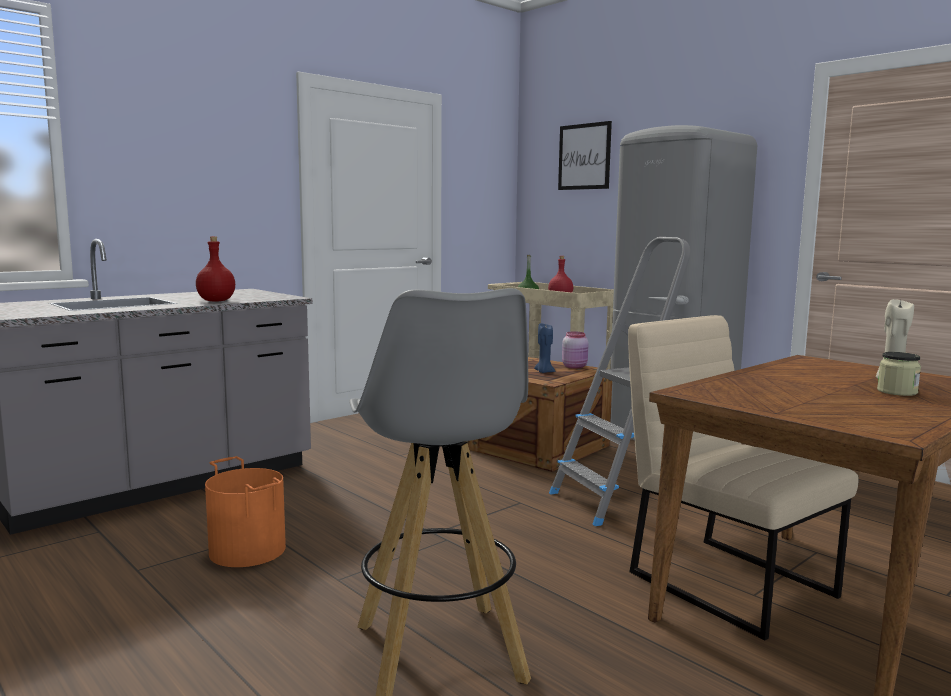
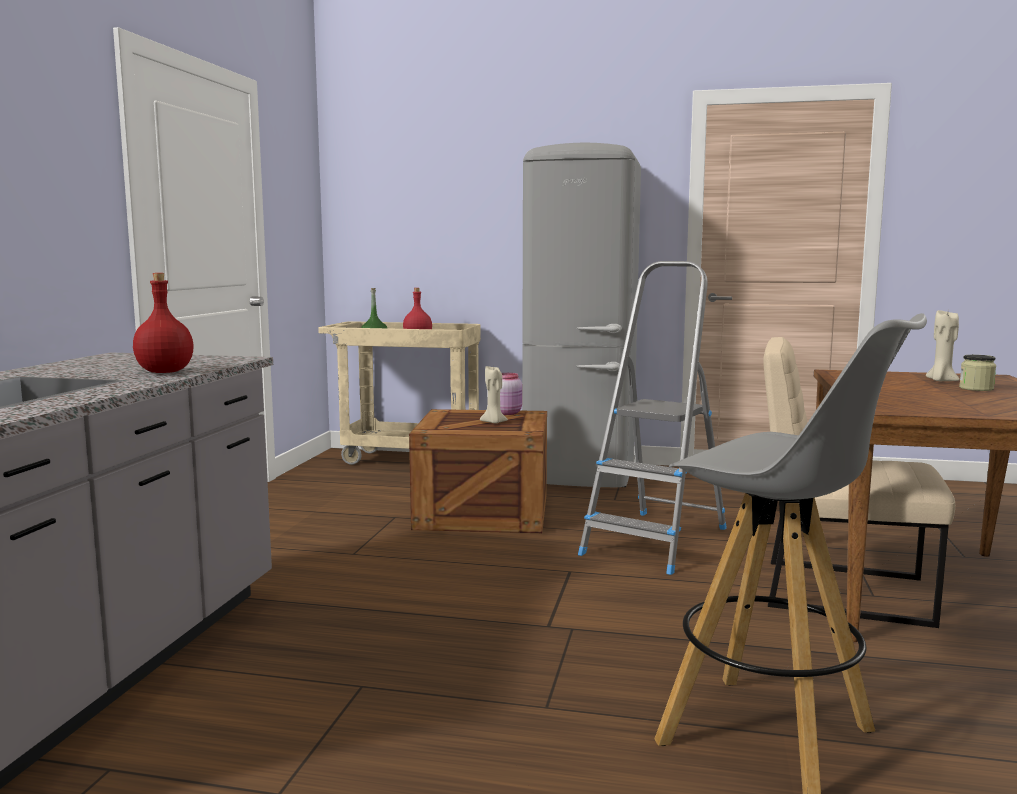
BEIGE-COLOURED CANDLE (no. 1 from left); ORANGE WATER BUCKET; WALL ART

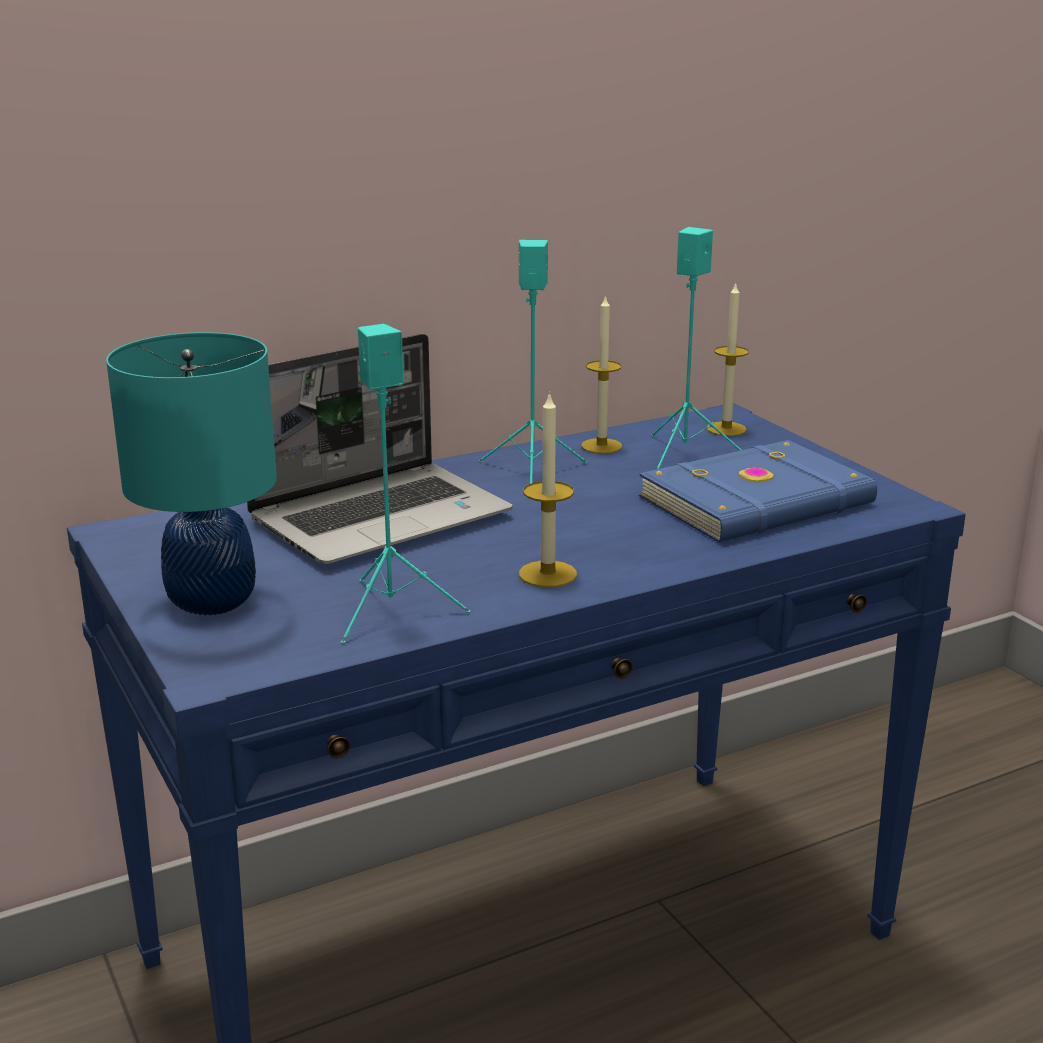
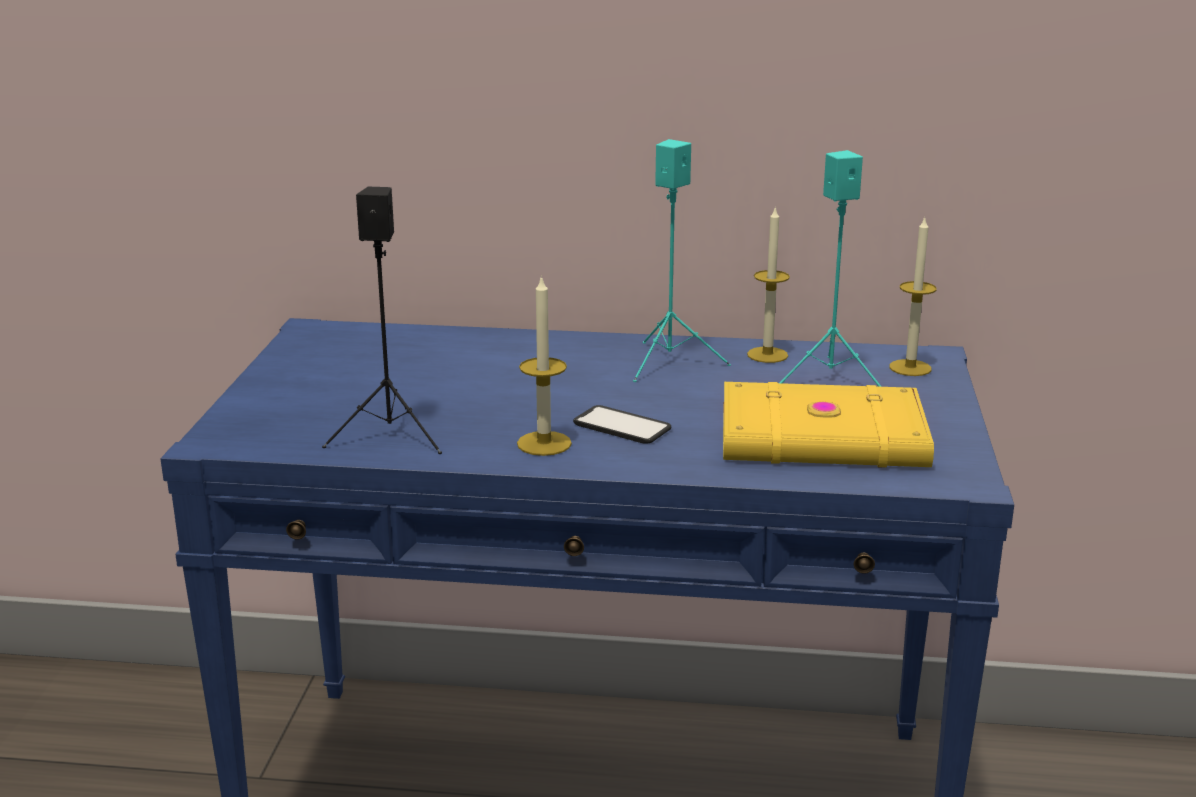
BLACK SPEAKER; PHONE; YELLOW VOLUME; TURQUOISE TABLETOP LAMP; NOTEBOOK COMPUTER

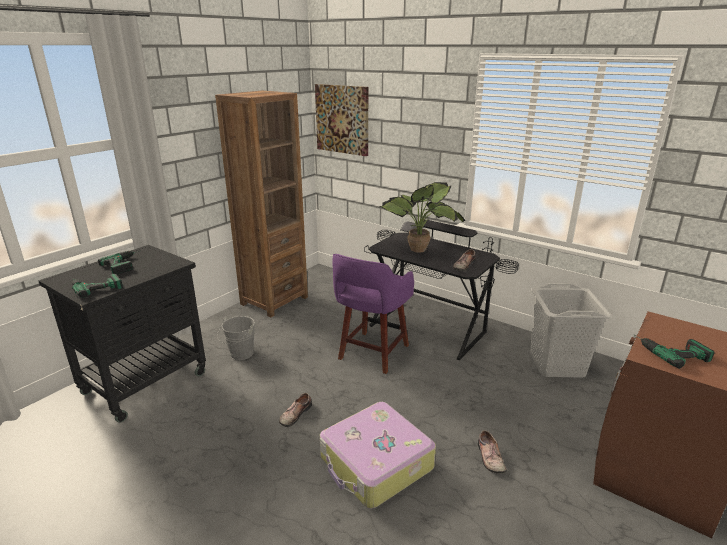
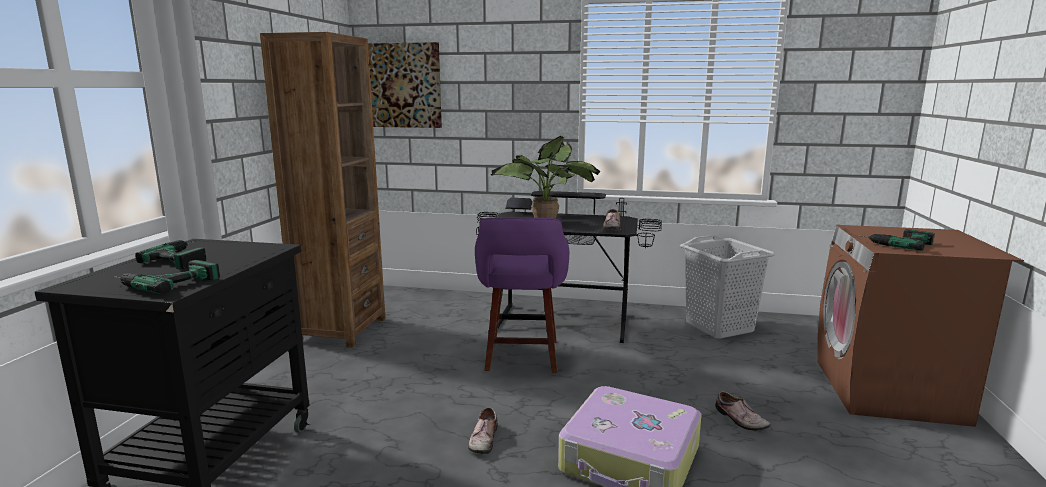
GREY WATER BUCKET

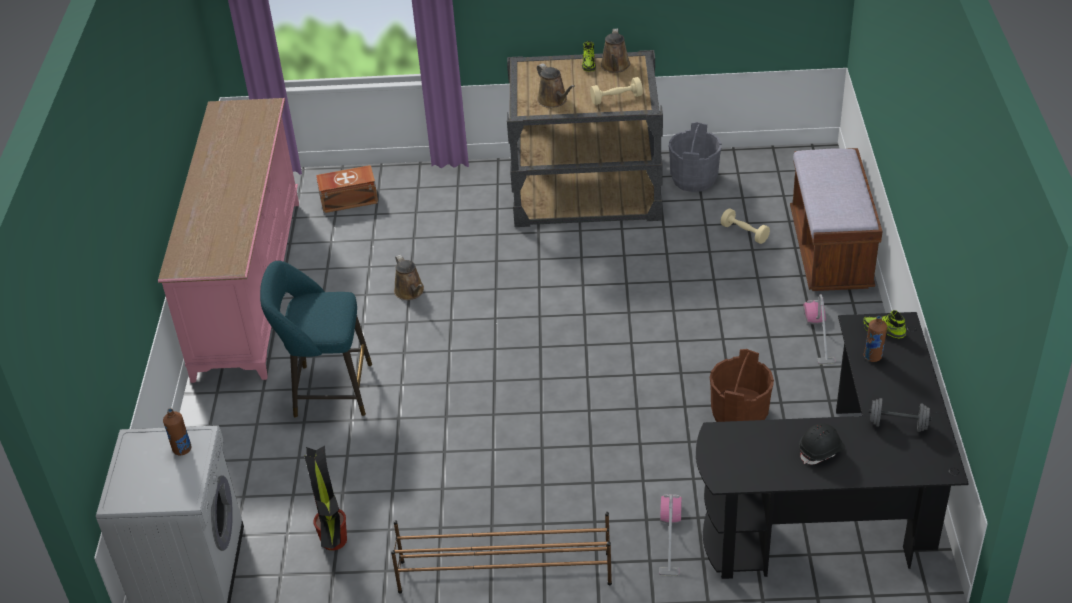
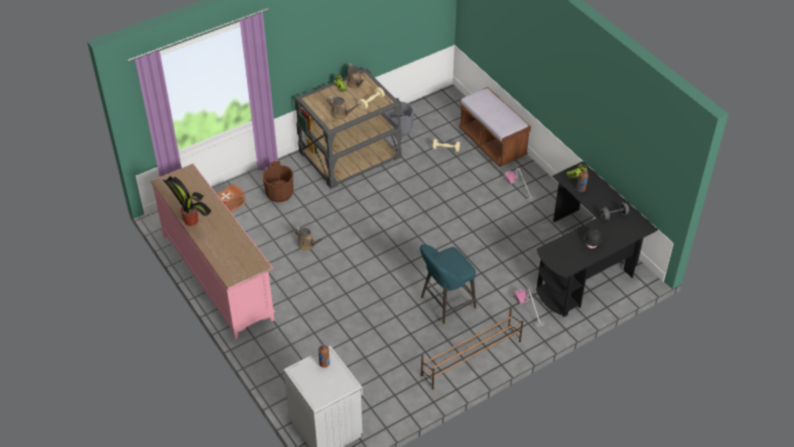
POTTED PLANT; BROWN WATER BUCKET; TURQUOISE STOOL

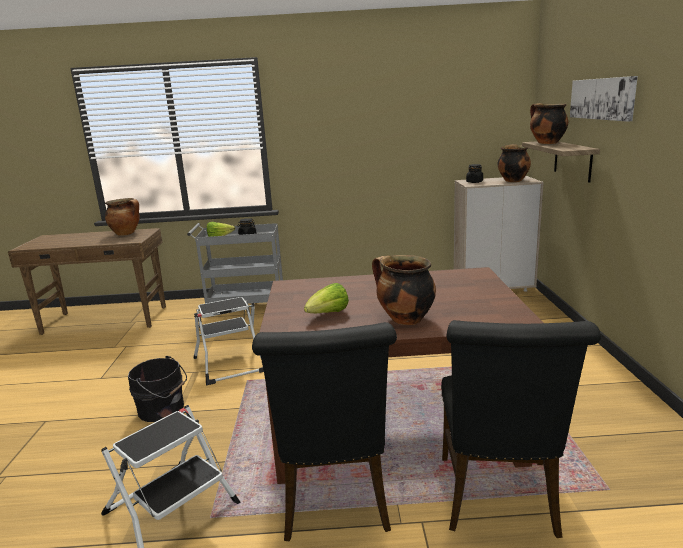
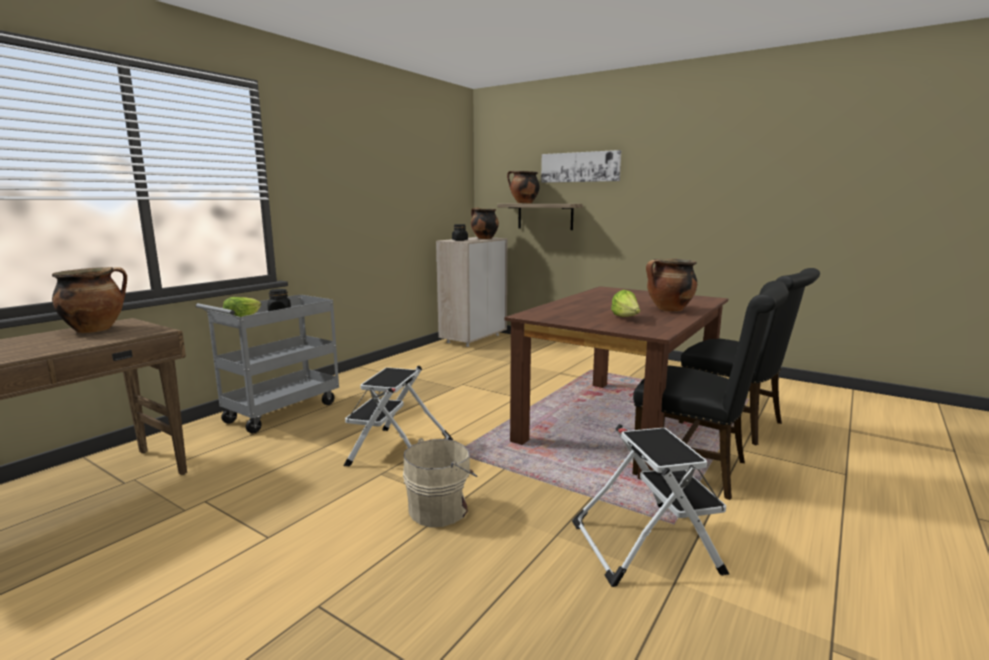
BEIGE-COLOURED WATER BUCKET

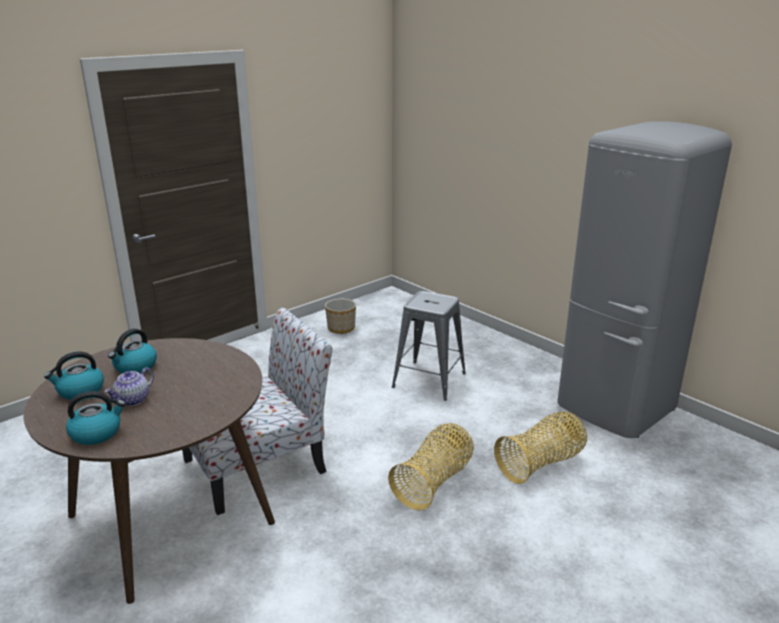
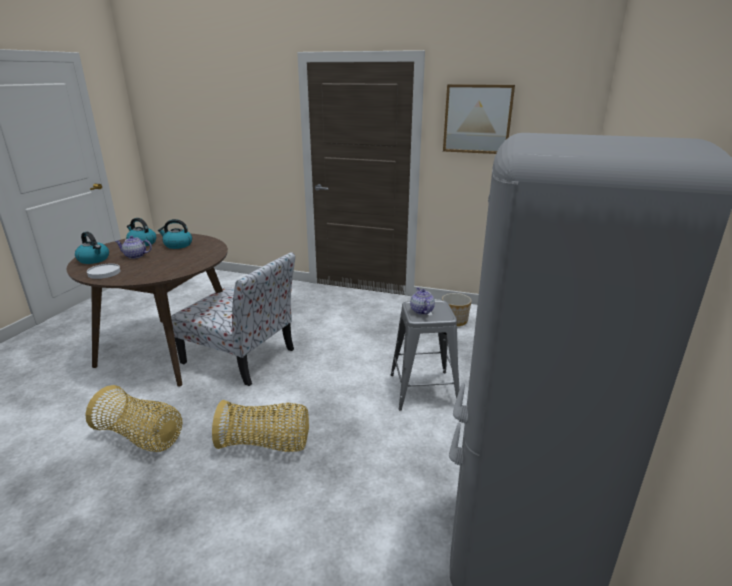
STORAGE BASKET (no. 1 from left); WHITISH FLAT DISH; TEAPOT (no. 2 from left); WALL ART

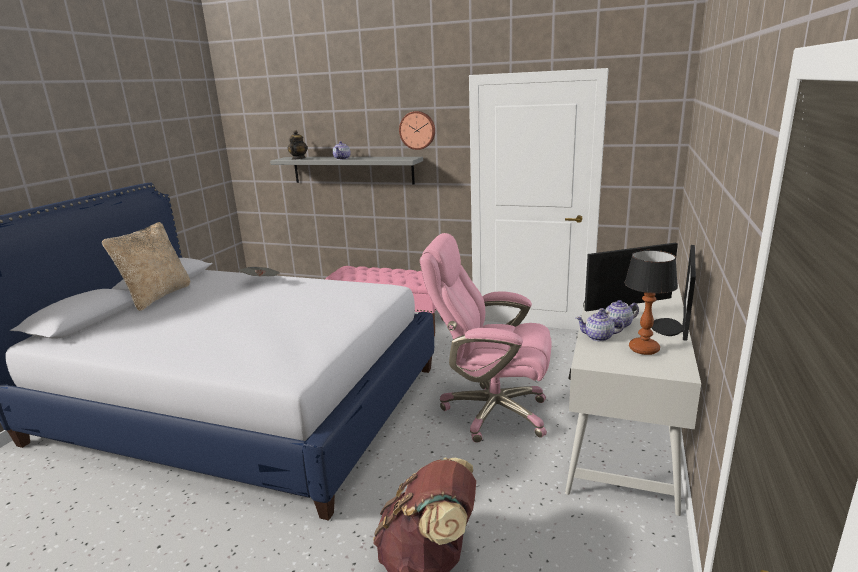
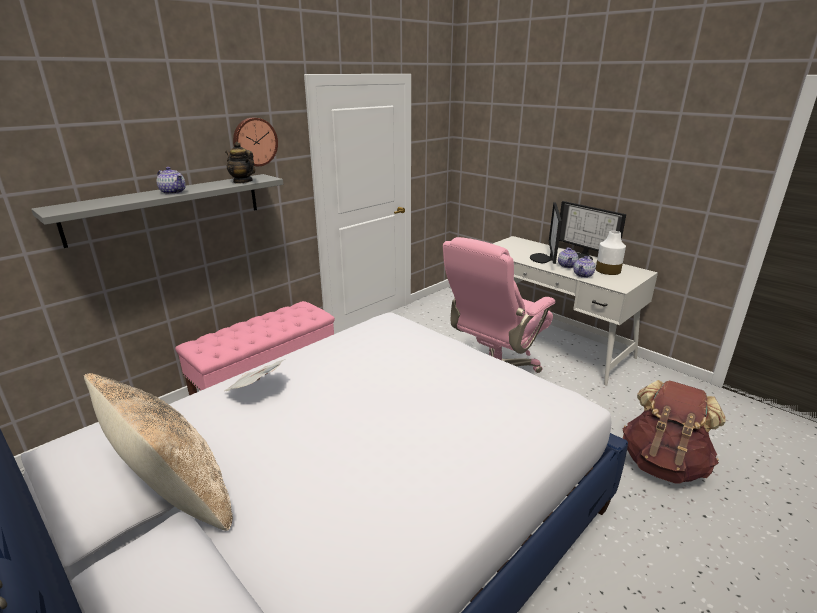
TEAPOT (no. 2 from left); WHITISH DECORATIVE VASE

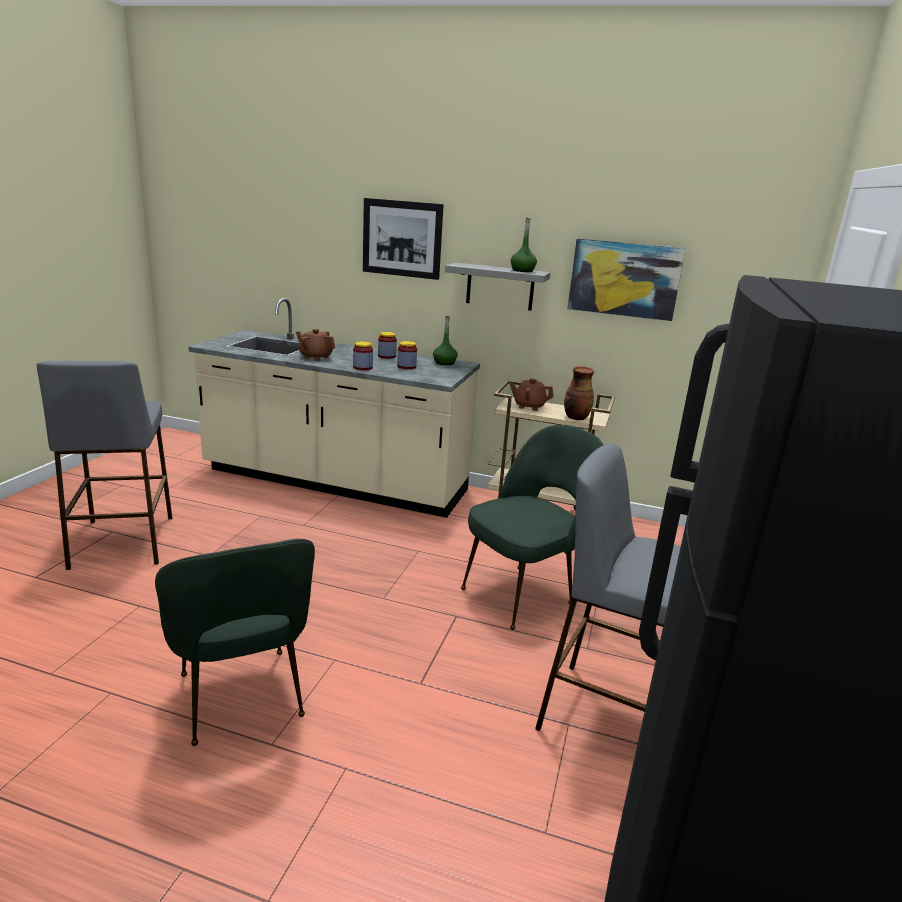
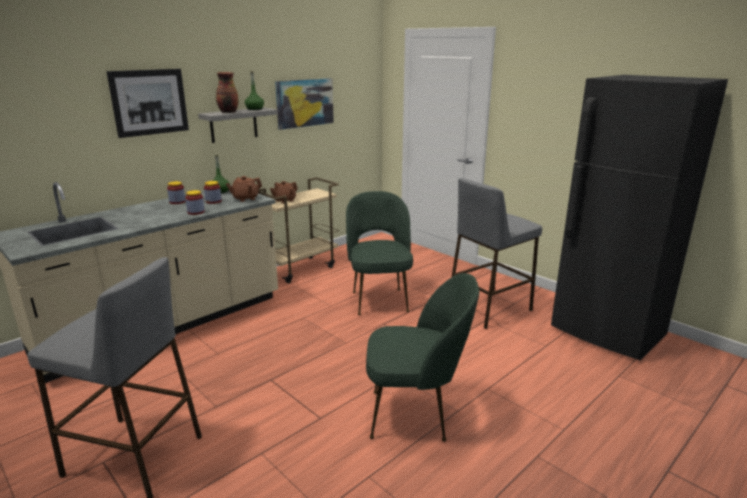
DECORATIVE VASE; BROWN TEAPOT (no. 1 from left)

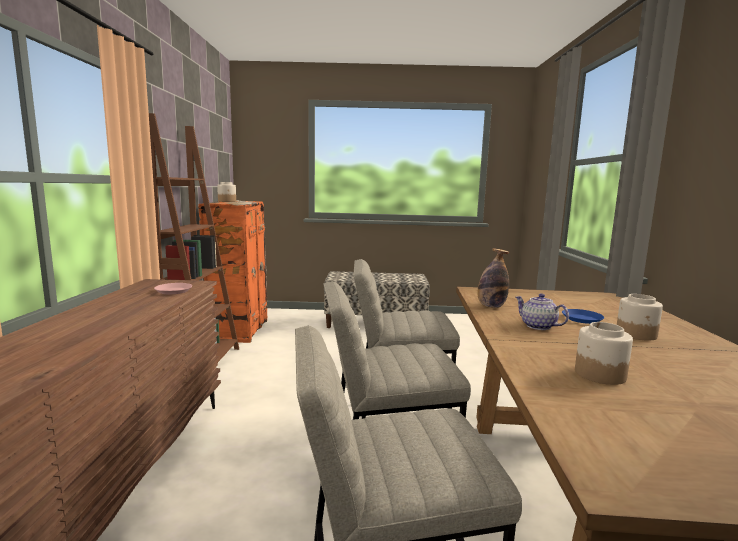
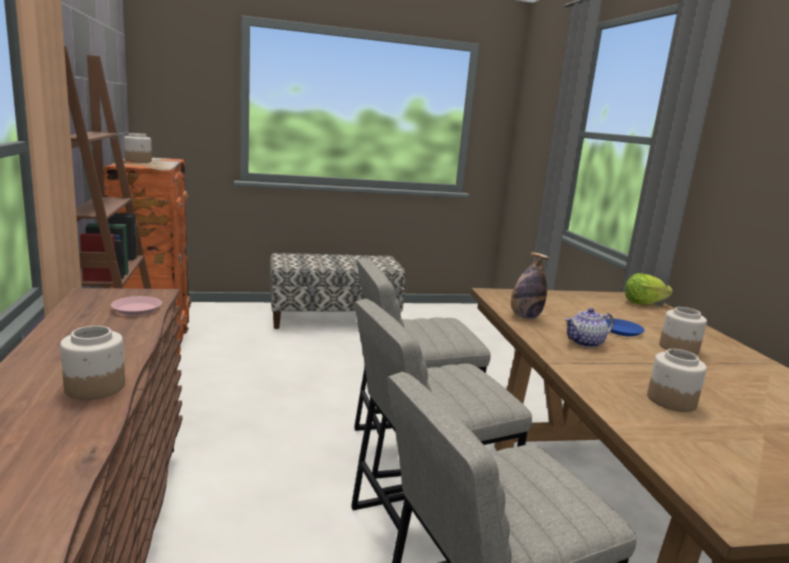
PRESERVE JAR (no. 1 from left); TEAPOT; LETTUCE HEAD

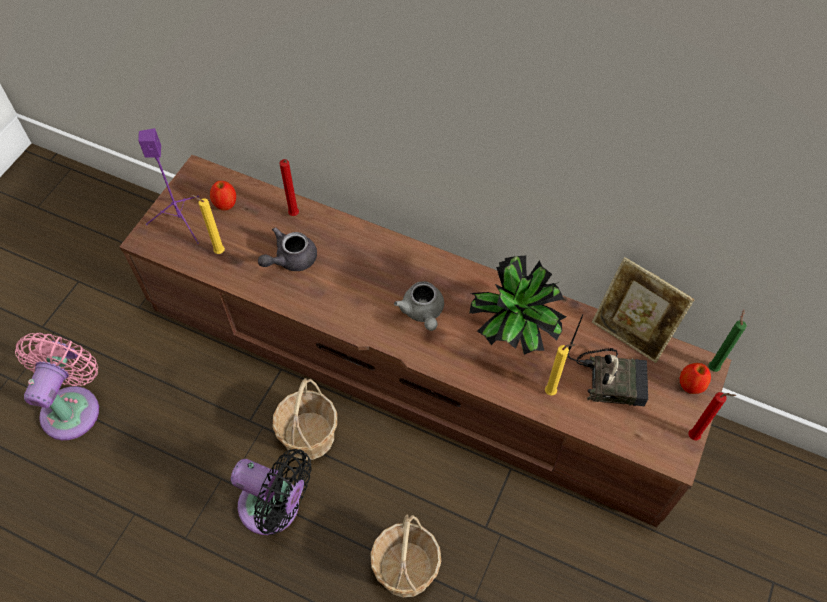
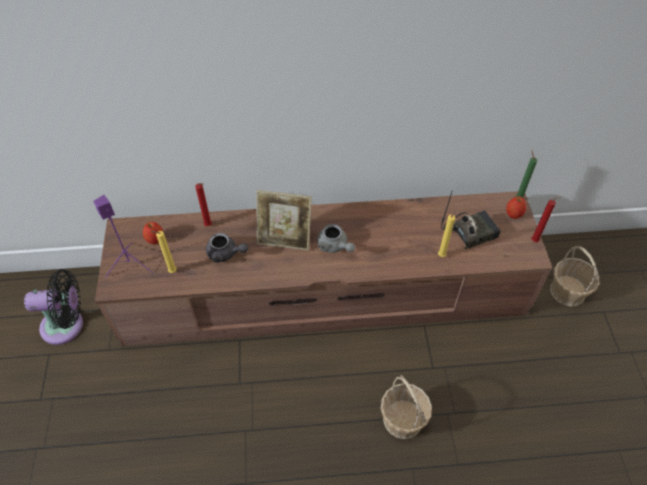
BLACK COOLING FAN; GREY TEAPOT (no. 1 from left); PICTURE FRAME; STORAGE BASKET (no. 2 from left); PINK COOLING FAN; POTTED PLANT

